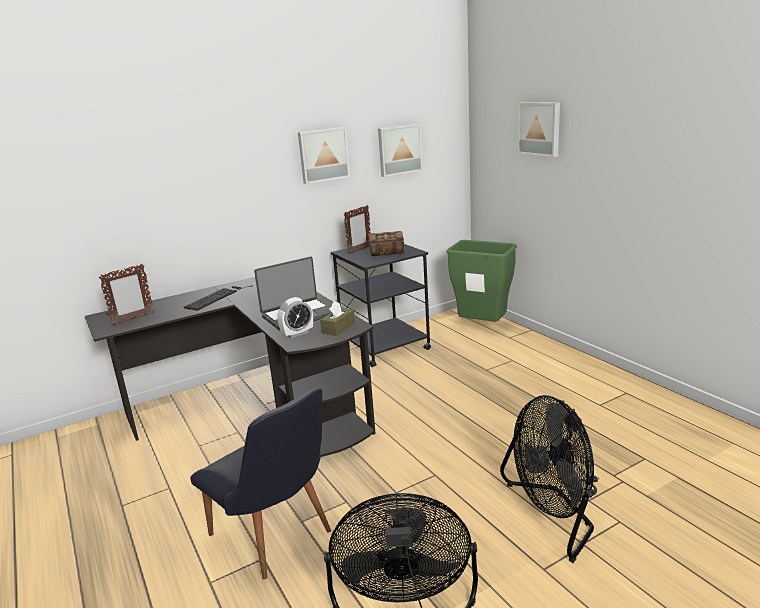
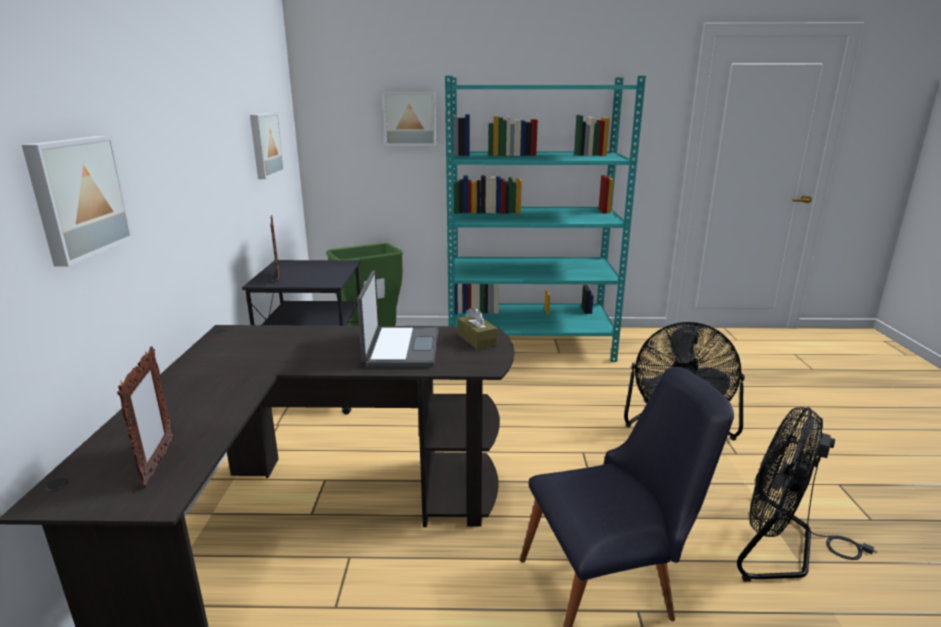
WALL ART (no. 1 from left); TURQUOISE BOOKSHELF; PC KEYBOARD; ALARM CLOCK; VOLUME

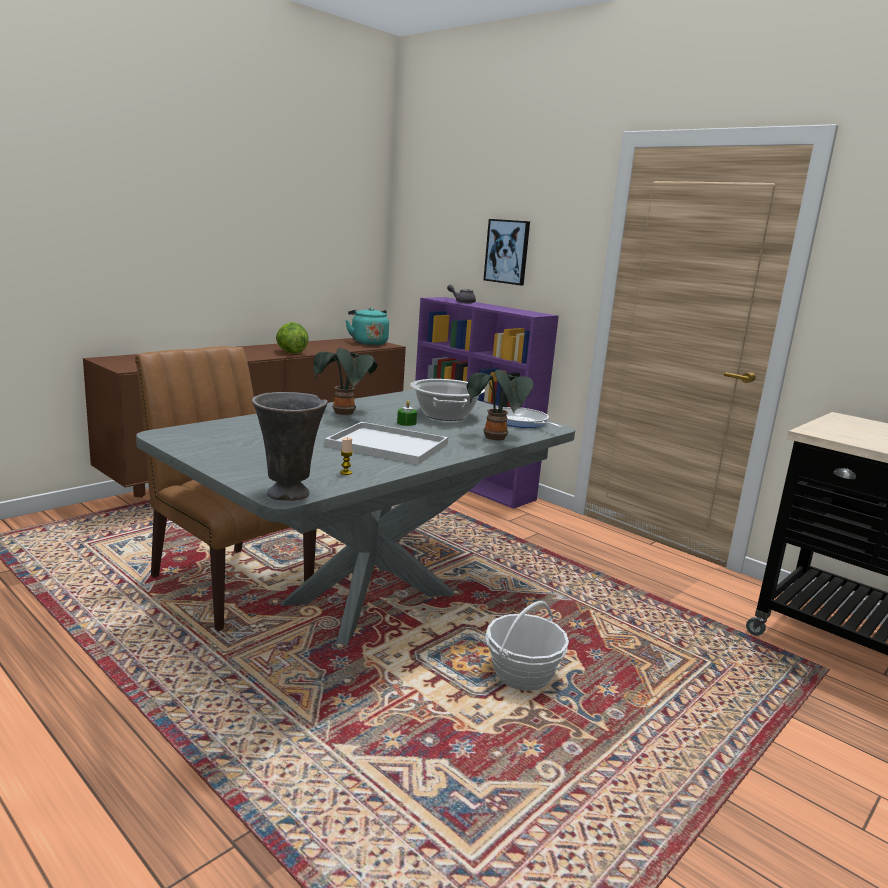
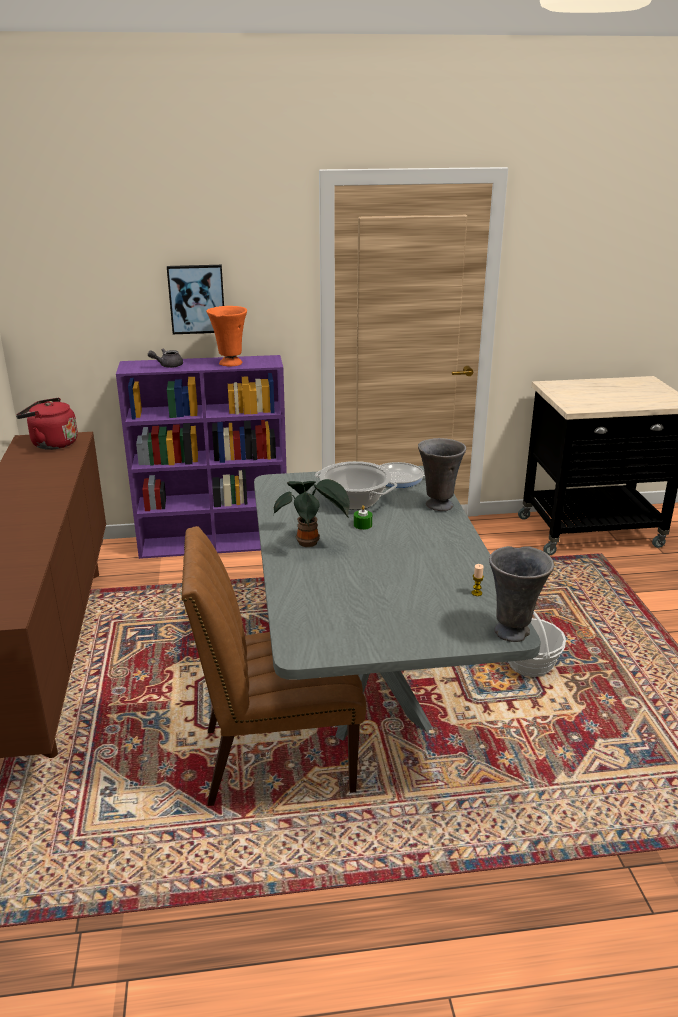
RED TEA KETTLE; ORANGE DECORATIVE VASE; GREY DECORATIVE VASE (no. 1 from left); LETTUCE HEAD; WHITISH SERVING TRAY

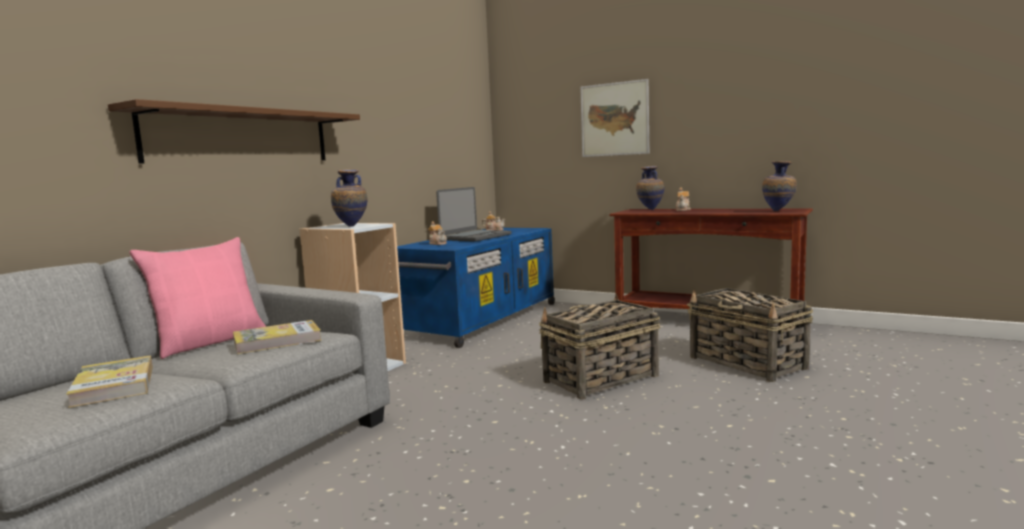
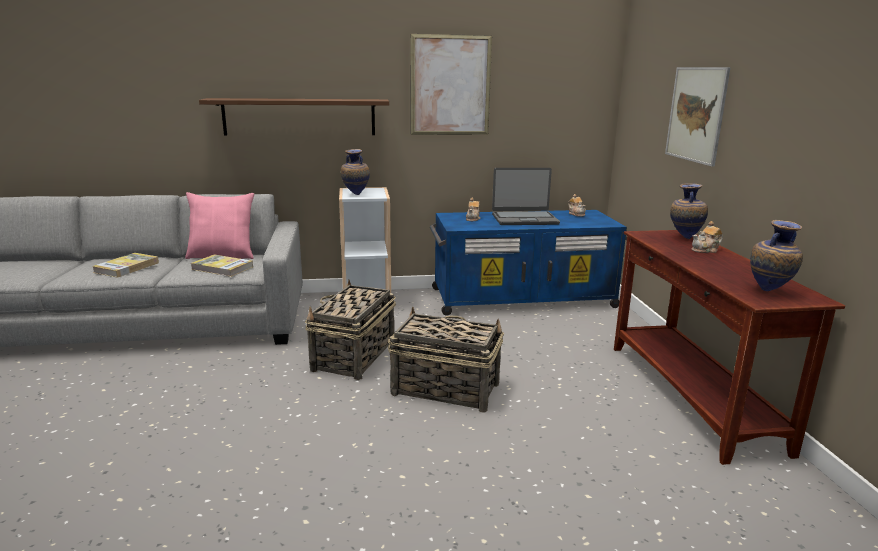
STORAGE BASKET (no. 1 from left); WALL ART (no. 1 from left)

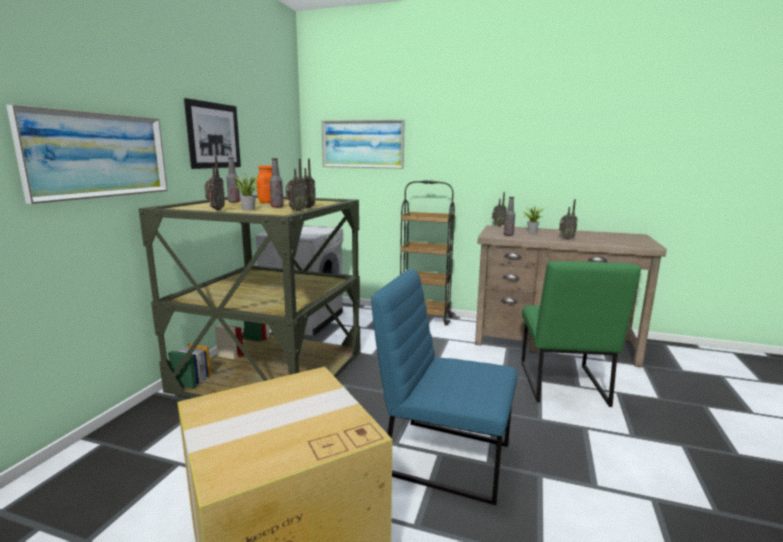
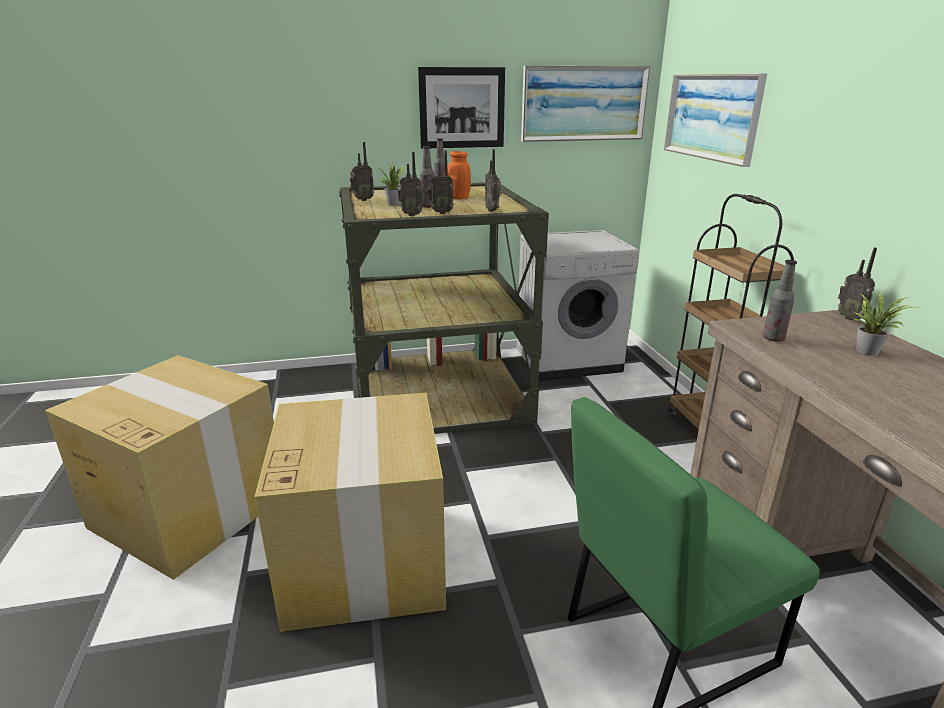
CARTON (no. 2 from left); RADIO SET (no. 4 from left); WALL ART (no. 2 from left)

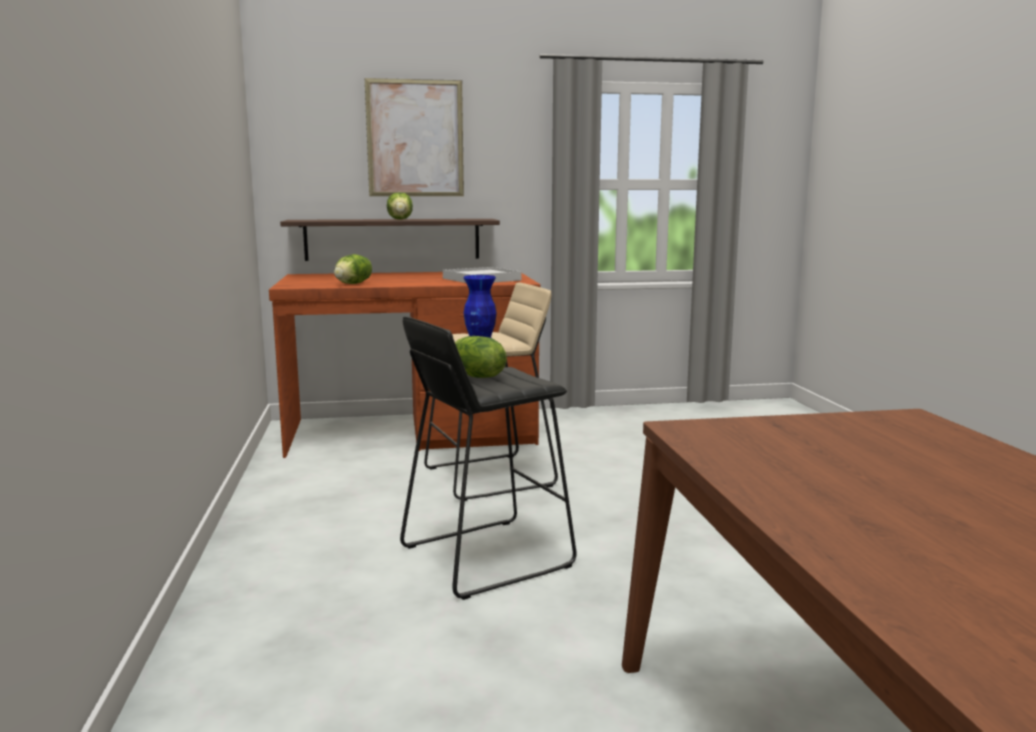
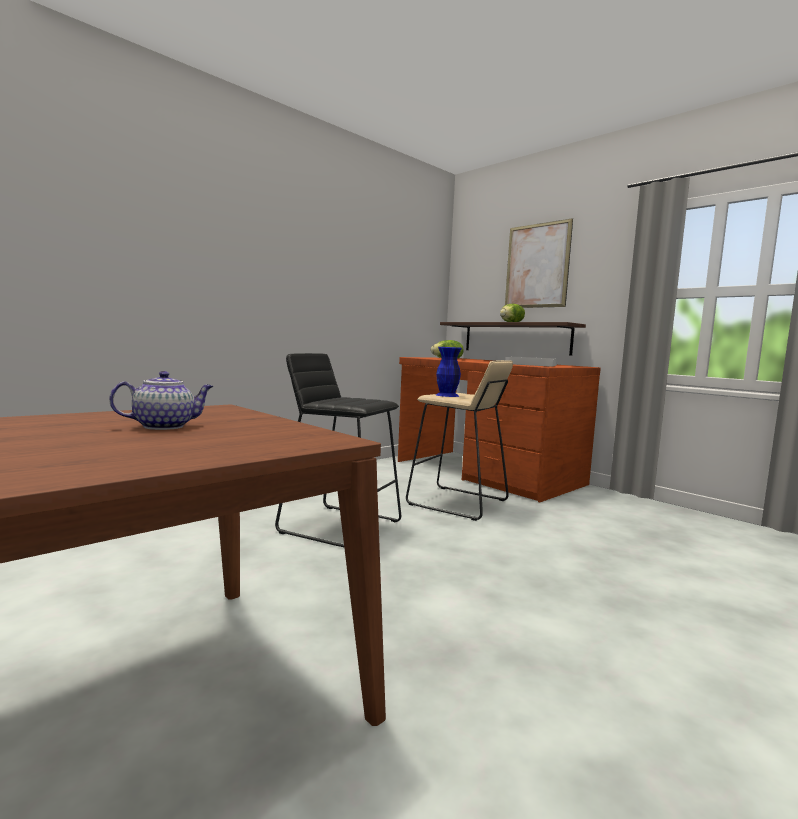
TEAPOT; LETTUCE HEAD (no. 3 from left in the first image)

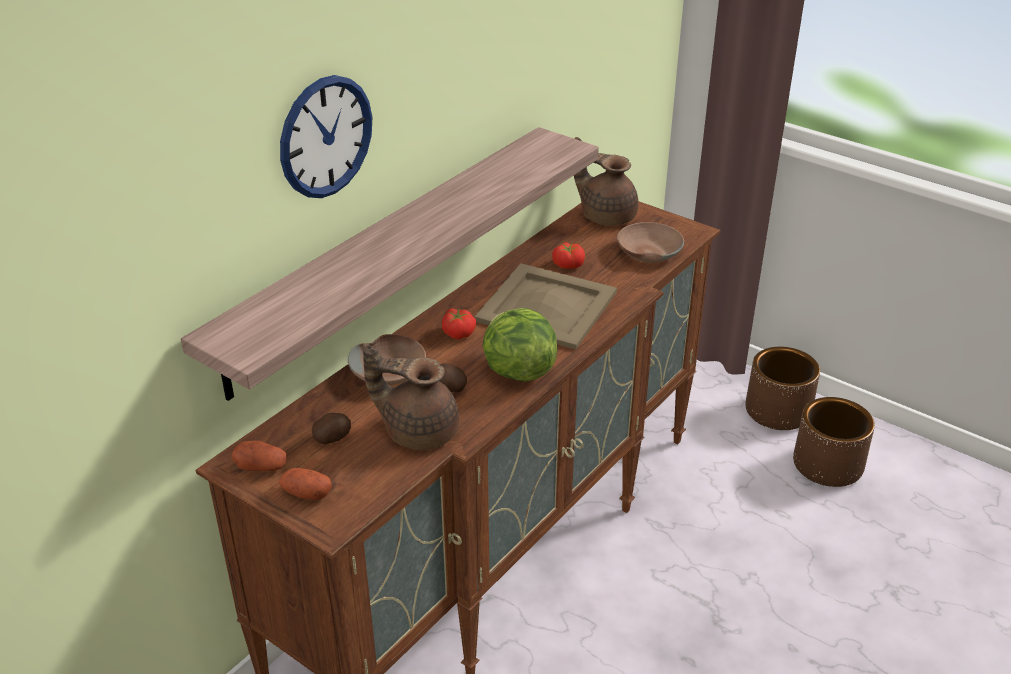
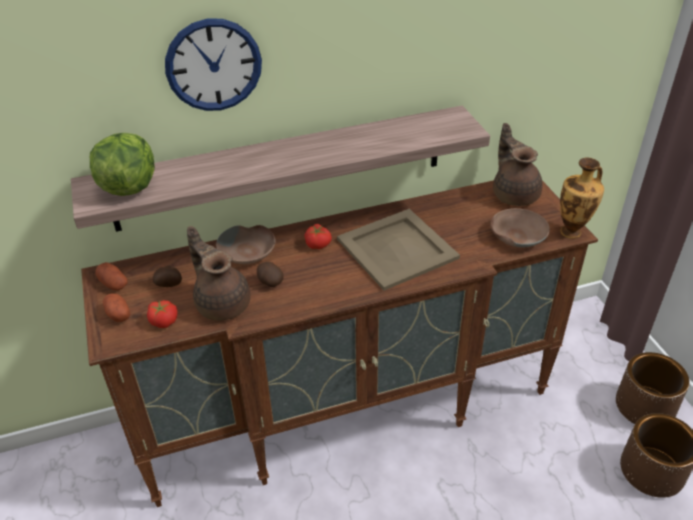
LETTUCE HEAD; FRESH TOMATO (no. 1 from left); DECORATIVE VASE

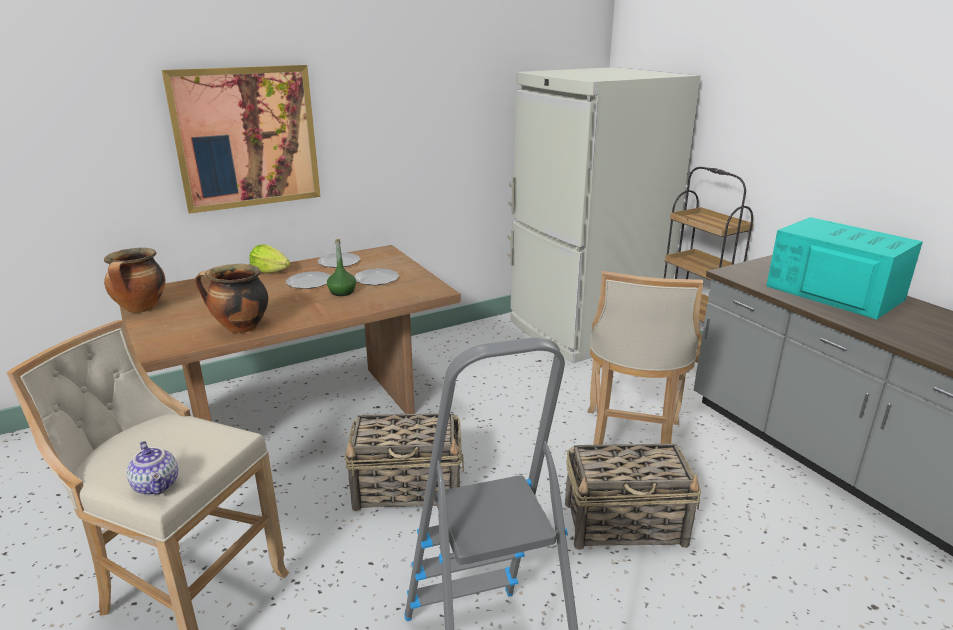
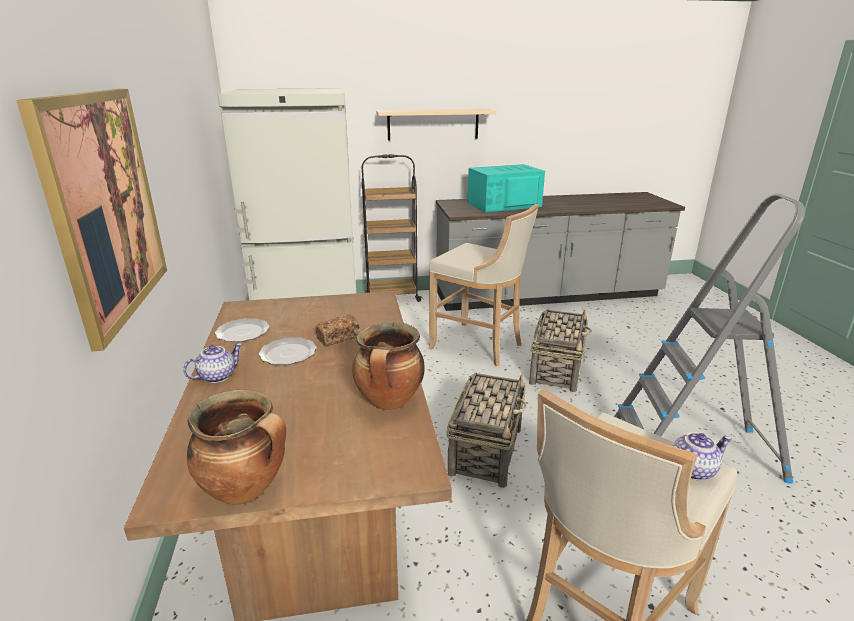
TEAPOT (no. 1 from left); BAKED BREAD; BEIGE-COLOURED BRACKET SHELF; FLAT DISH (no. 3 from left in the first image)

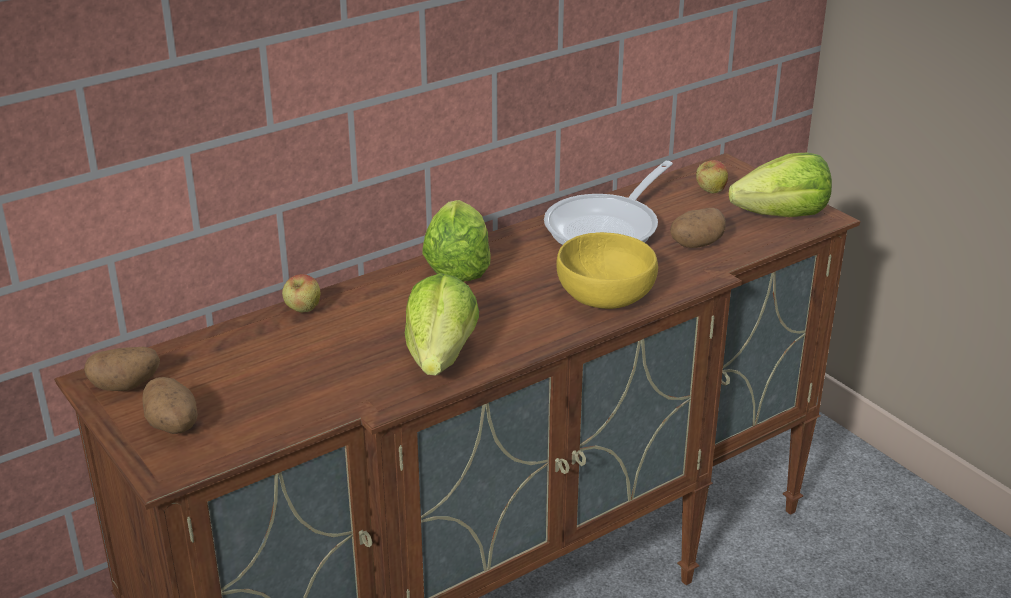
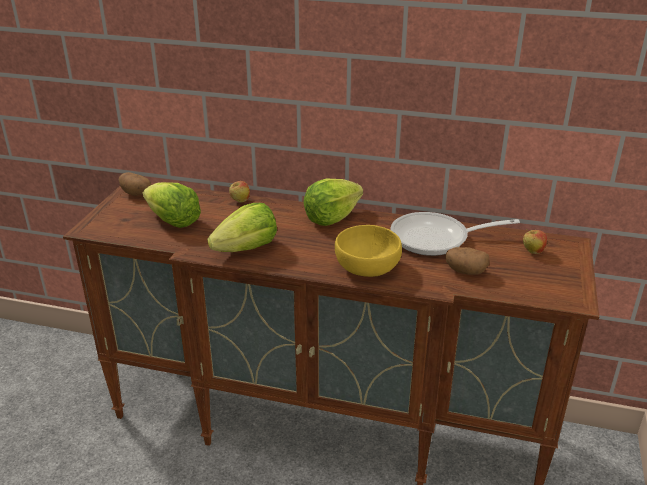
LETTUCE HEAD (no. 1 from left); POTATO (no. 2 from left in the first image)

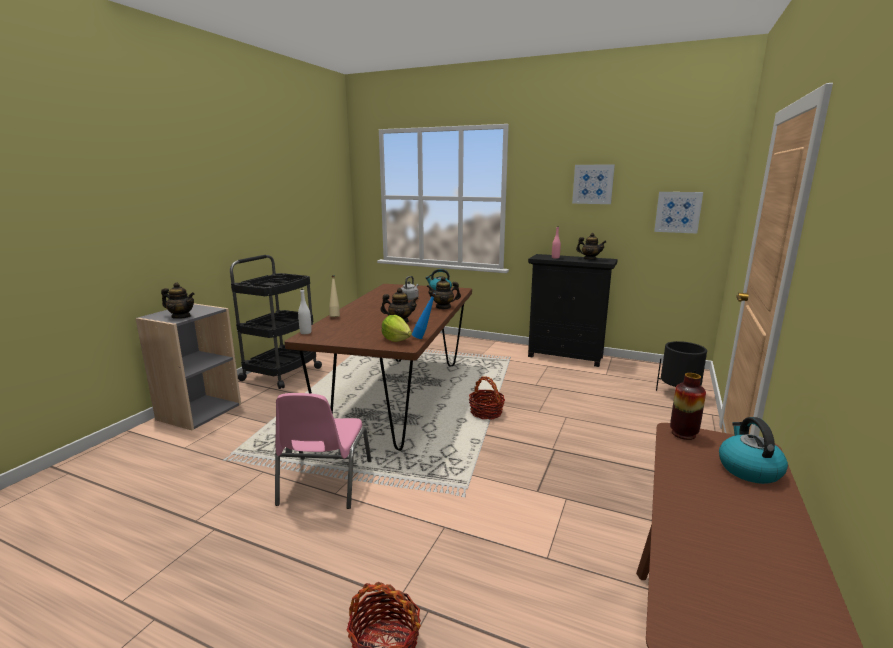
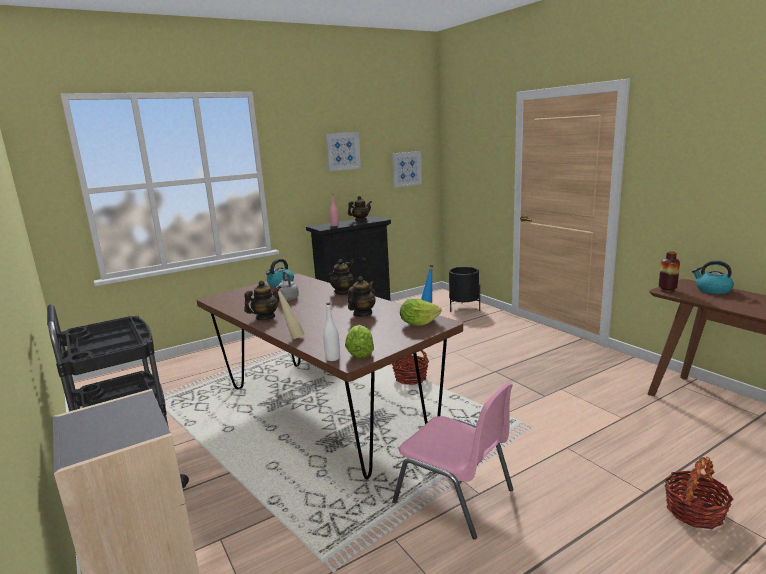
TEAPOT (no. 1 from left); LETTUCE HEAD (no. 1 from left)

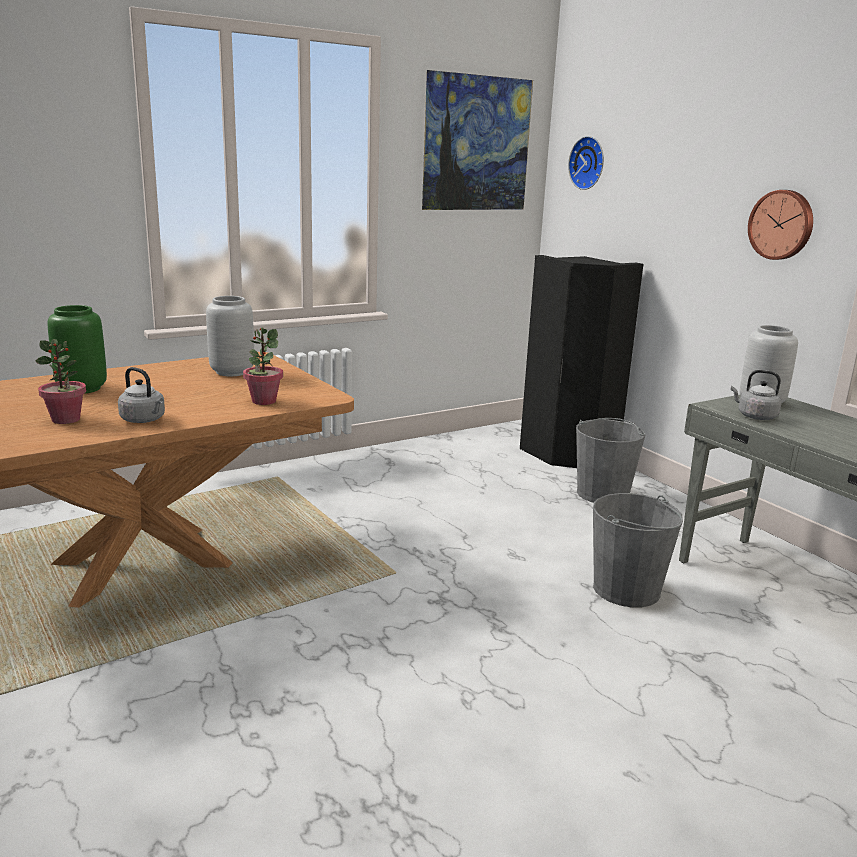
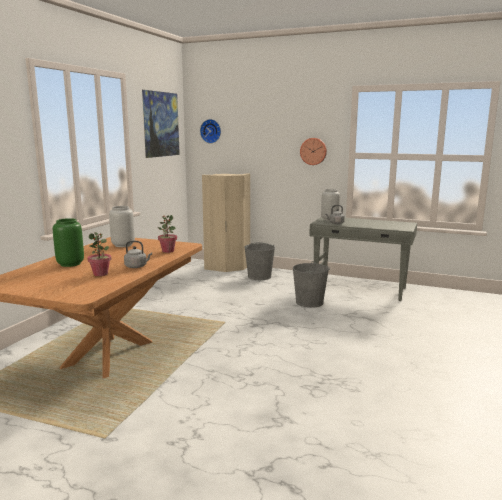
BEIGE-COLOURED STORAGE CABINET

